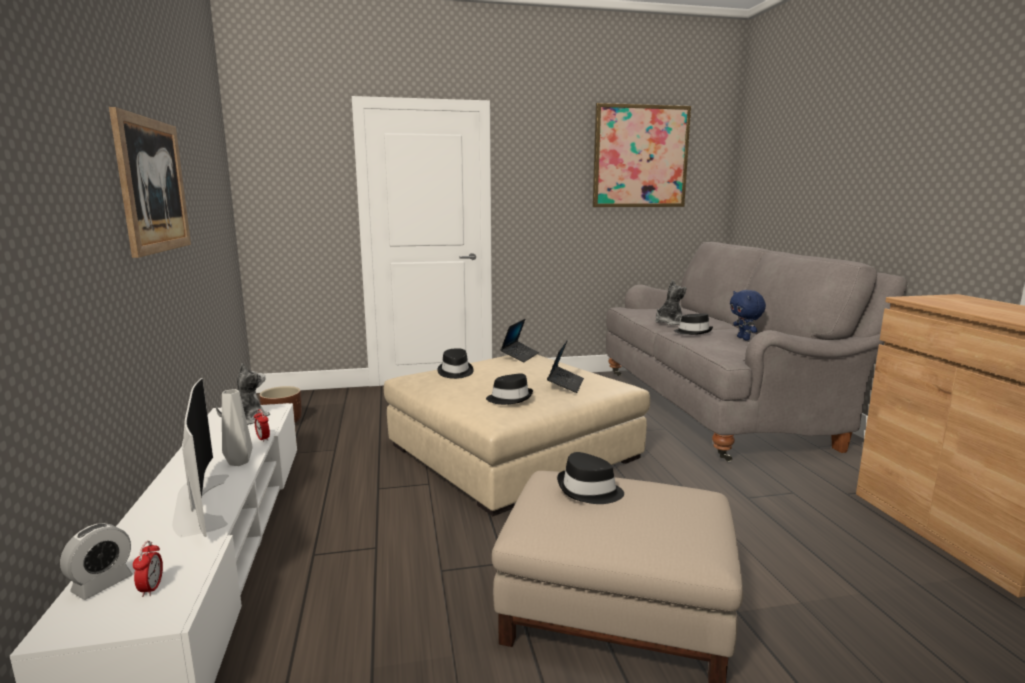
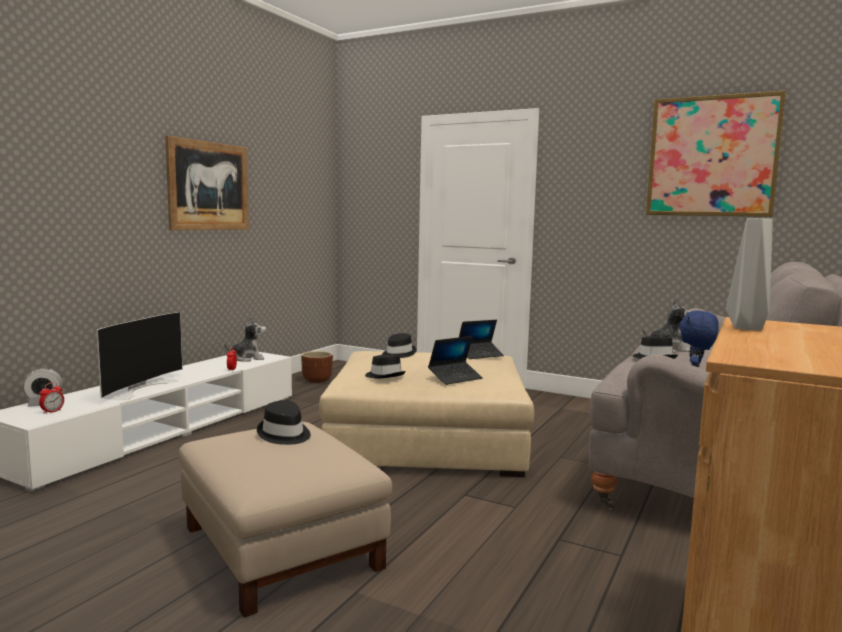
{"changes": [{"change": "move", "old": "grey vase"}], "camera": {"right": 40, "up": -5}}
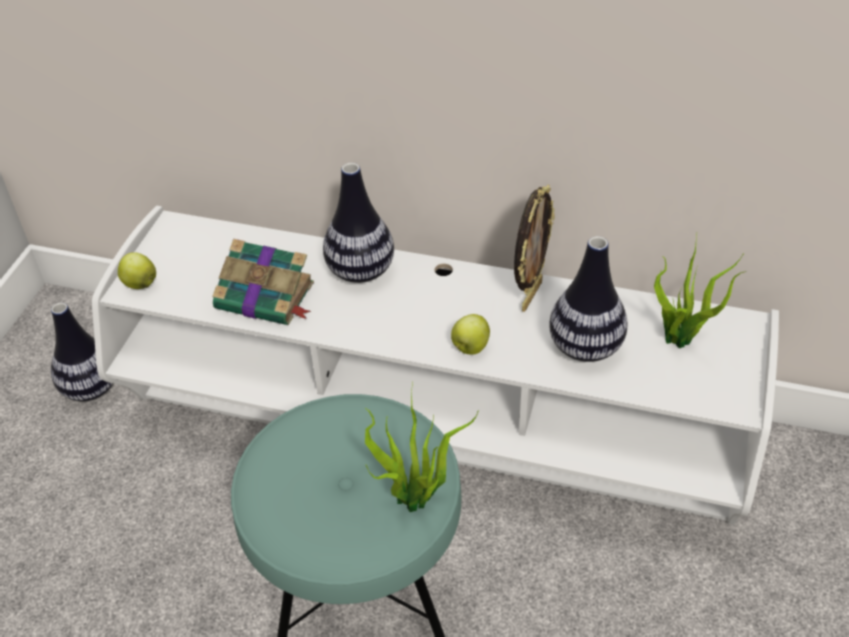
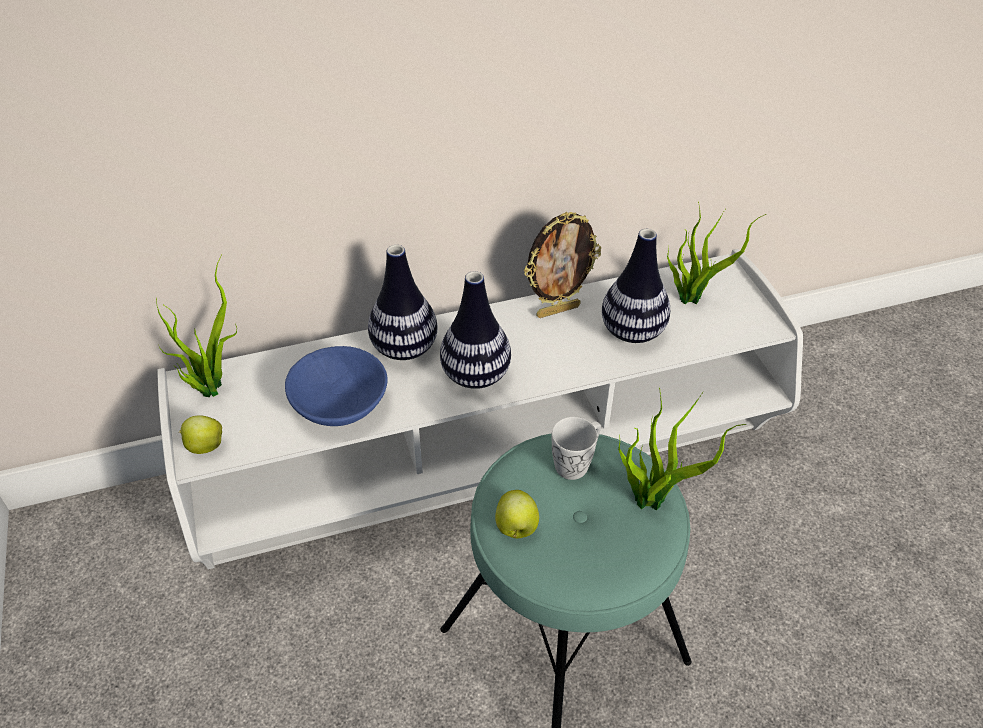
{"changes": [{"change": "insert", "new": "potted plant (1st from left)"}, {"change": "replace", "old": "book", "new": "blue bowl"}, {"change": "move", "old": "vase (1st from left in the first image)", "new": "vase (2nd from left)"}, {"change": "move", "old": "apple (2nd from left)"}, {"change": "rotate", "old": "picture frame", "degrees": 75}, {"change": "insert", "new": "white mug"}], "camera": {"right": -35, "up": 0}}
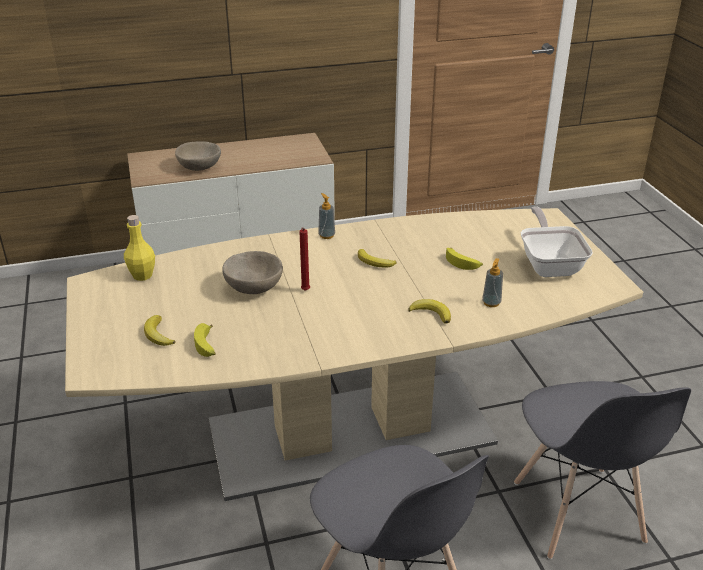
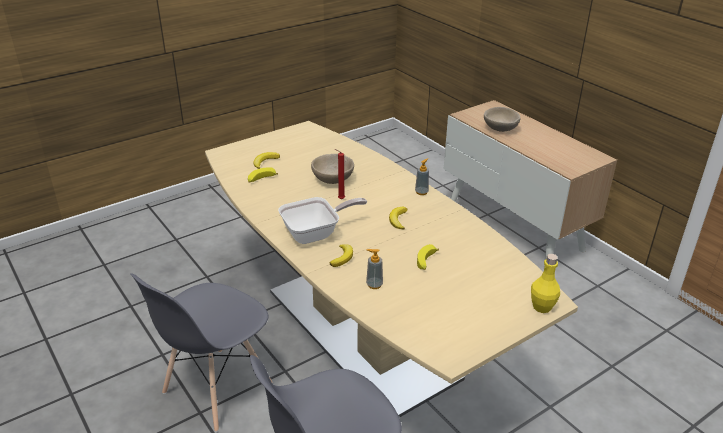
{"changes": [{"change": "move", "old": "frying pan"}, {"change": "move", "old": "yellow bottle"}], "camera": {"right": 70, "up": 0}}
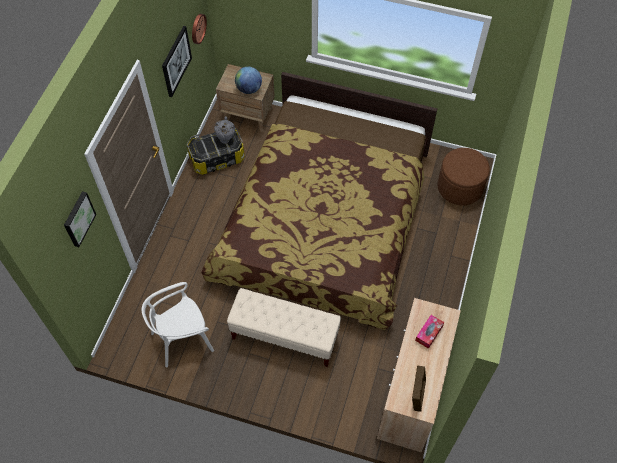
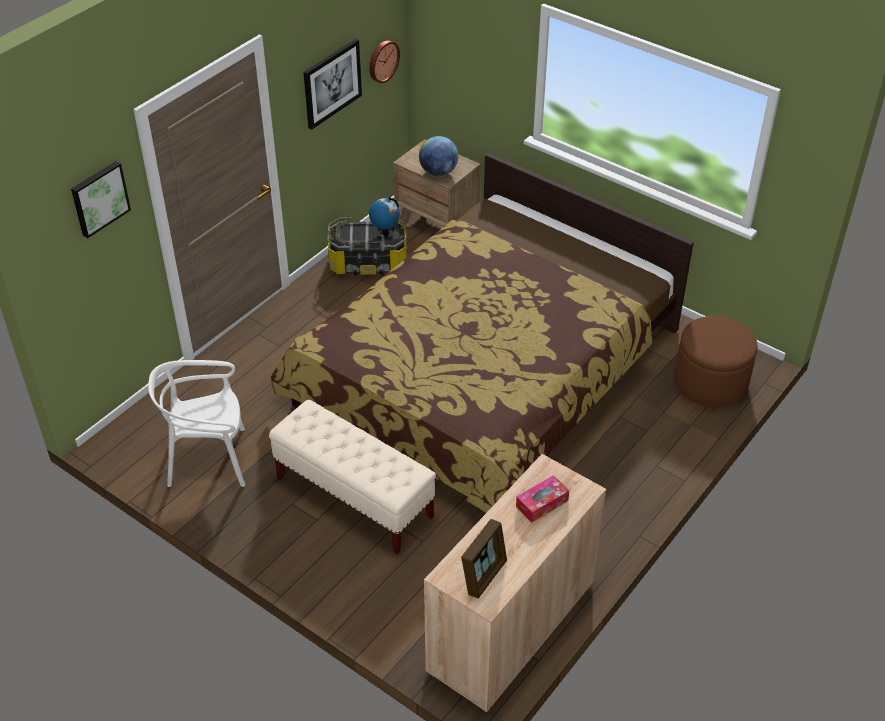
{"changes": [{"change": "replace", "old": "grey vase", "new": "globe (1st from left)"}], "camera": {"right": 20, "up": -15}}
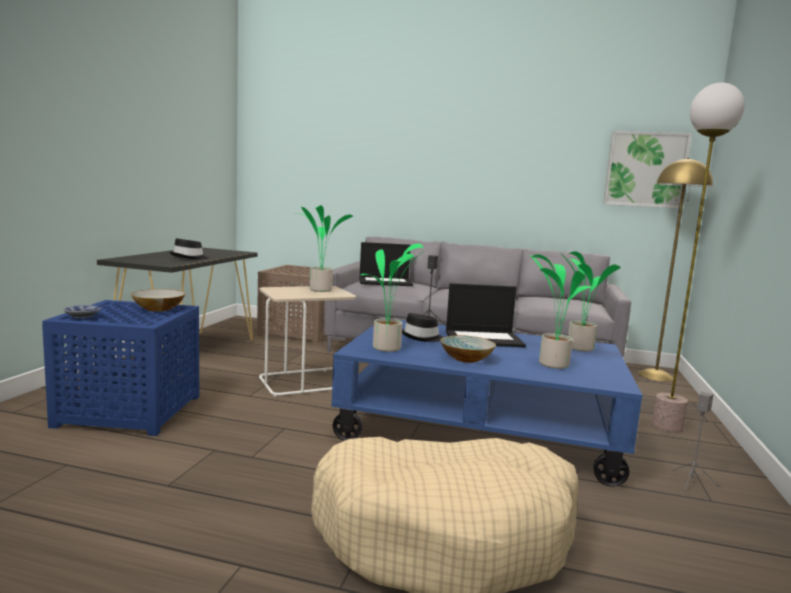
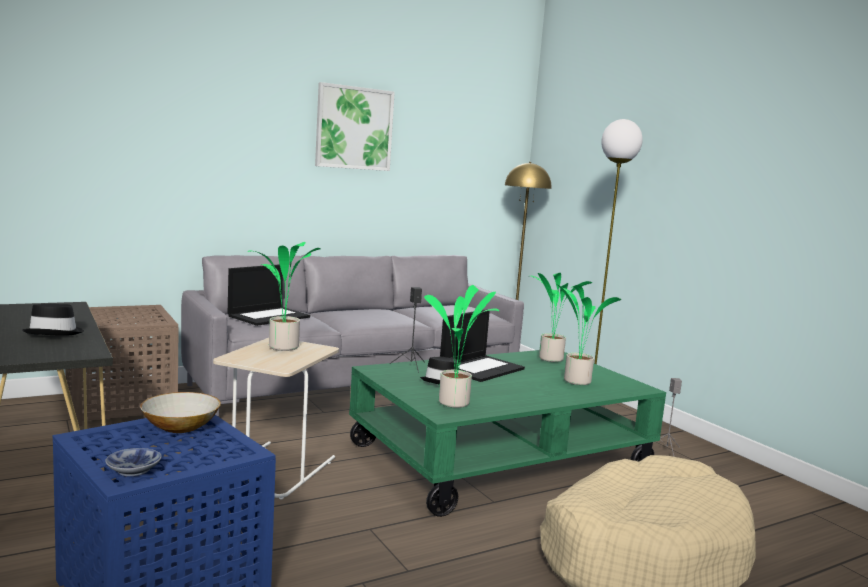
{"changes": [{"change": "move", "old": "picture"}, {"change": "recolor", "old": "blue coffee table", "new": "green coffee table"}, {"change": "delete", "old": "bowl (3rd from left)"}], "camera": {"right": -45, "up": 0}}
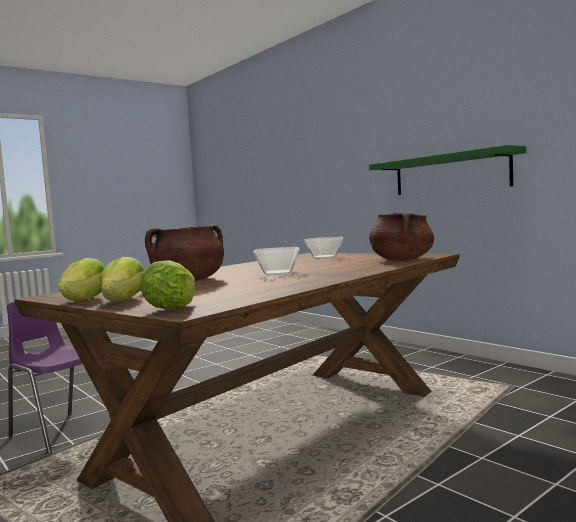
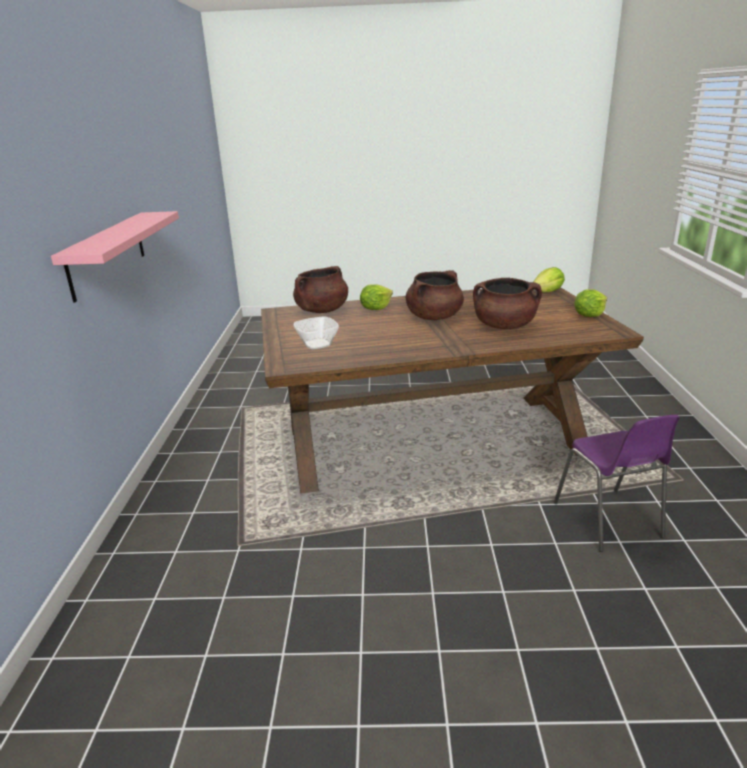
{"changes": [{"change": "recolor", "old": "green shelf", "new": "pink shelf"}, {"change": "move", "old": "lettuce (2nd from left in the first image)", "new": "lettuce (1st from left)"}, {"change": "replace", "old": "bowl (1st from left)", "new": "brown cooking pot (2nd from left)"}], "camera": {"right": -140, "up": 20}}
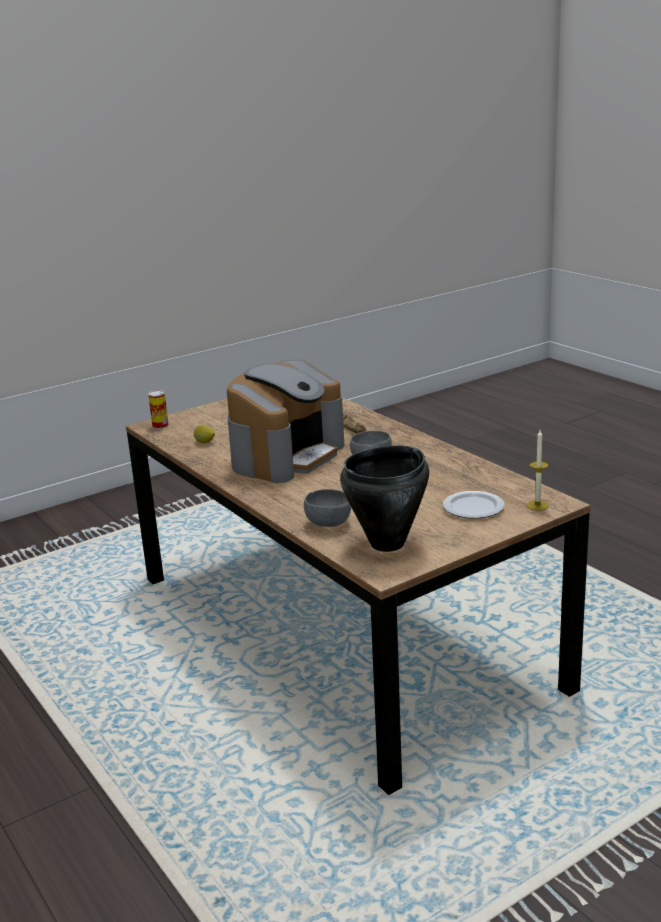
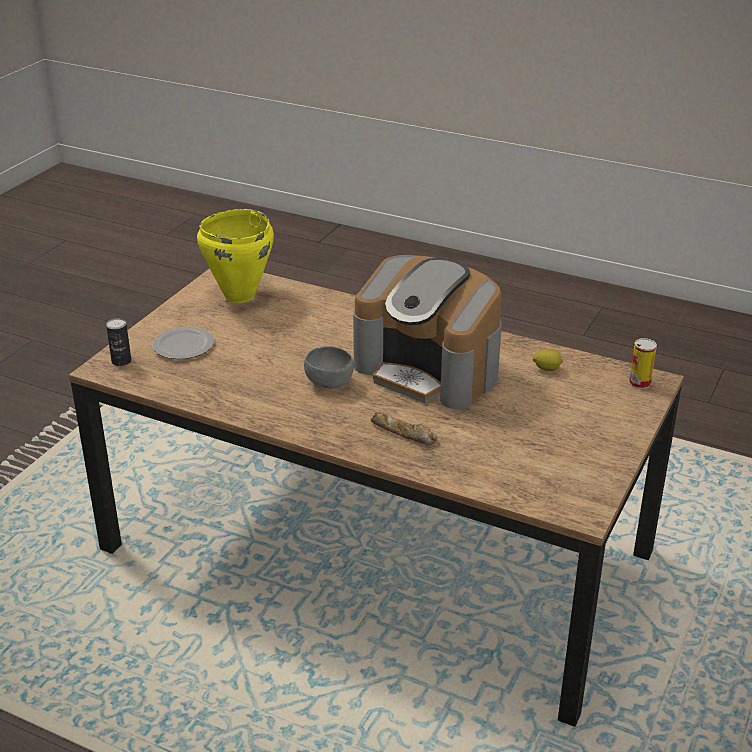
{"changes": [{"change": "replace", "old": "candle", "new": "can (1st from left)"}, {"change": "recolor", "old": "black cooking pot", "new": "yellow cooking pot"}, {"change": "rotate", "old": "coffee machine", "degrees": -60}, {"change": "delete", "old": "grey bowl (1st from left)"}], "camera": {"right": 150, "up": 10}}
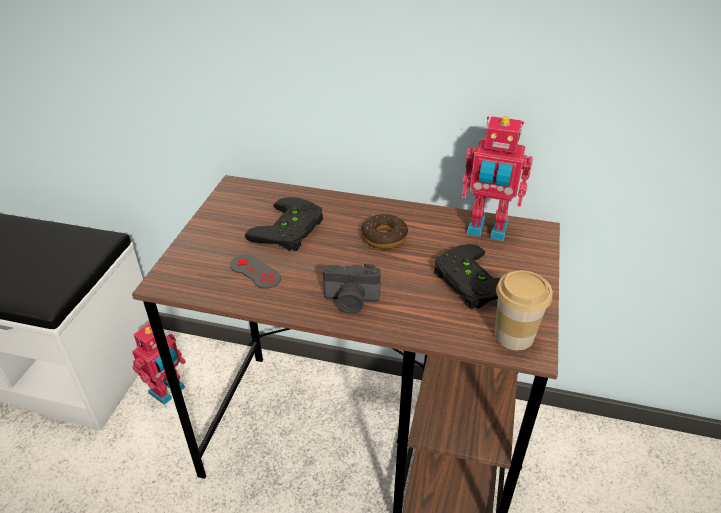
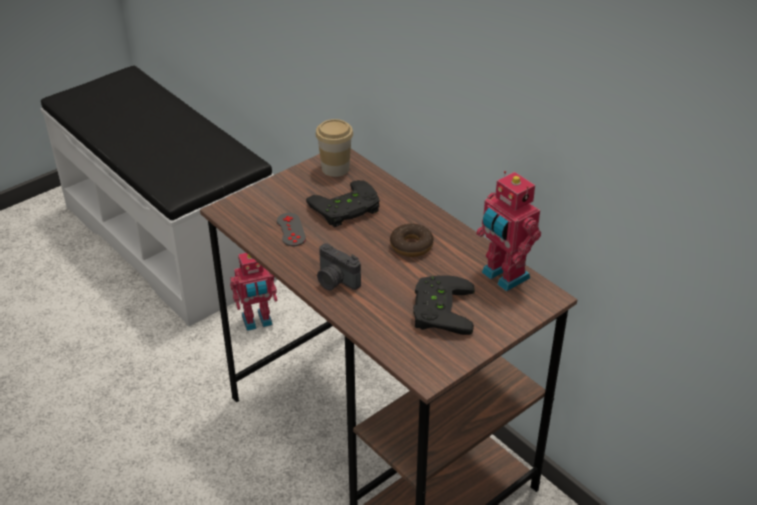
{"changes": [{"change": "move", "old": "cup"}], "camera": {"right": 35, "up": 0}}
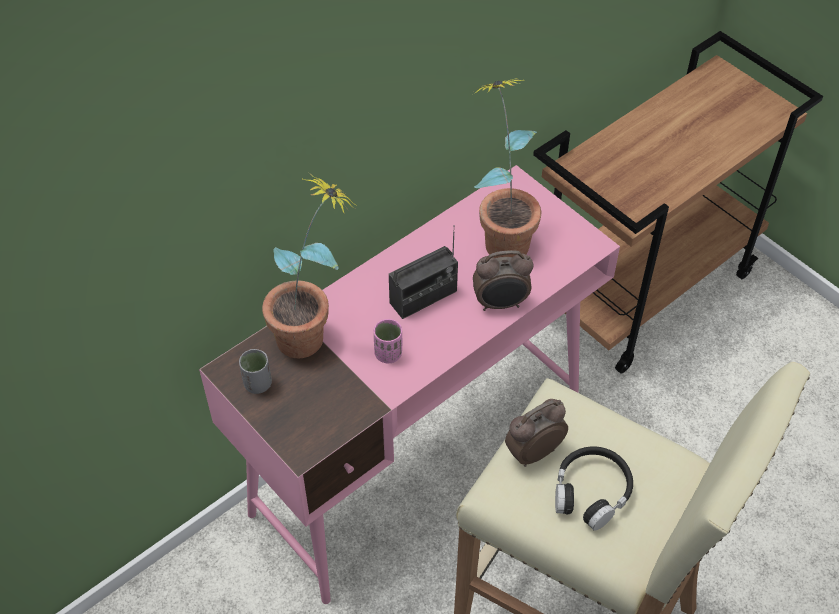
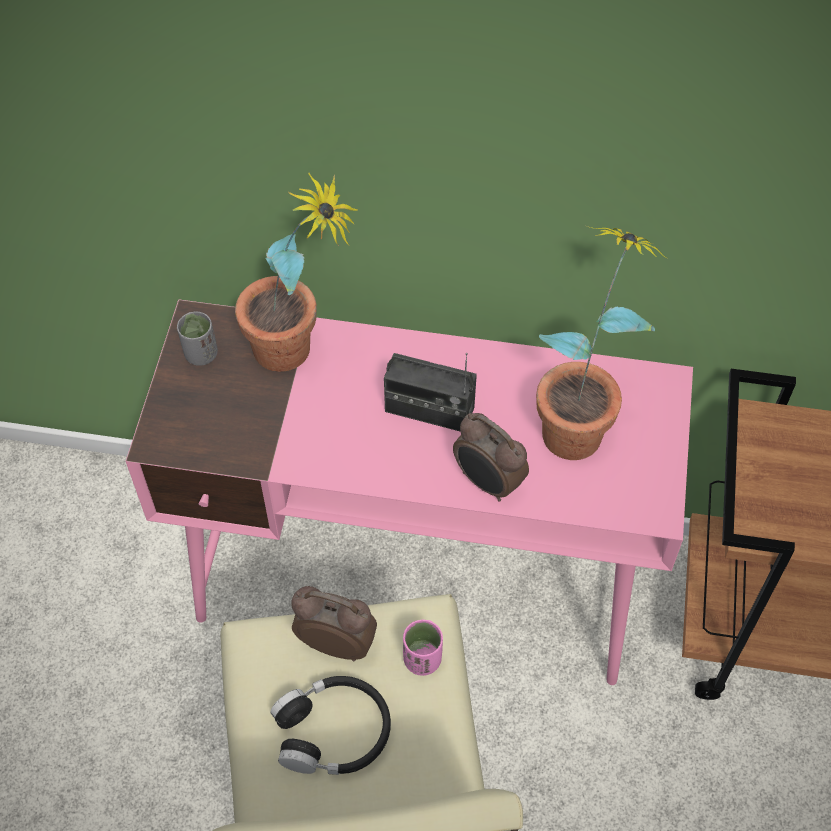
{"changes": [{"change": "move", "old": "pink cup"}], "camera": {"right": 50, "up": 5}}
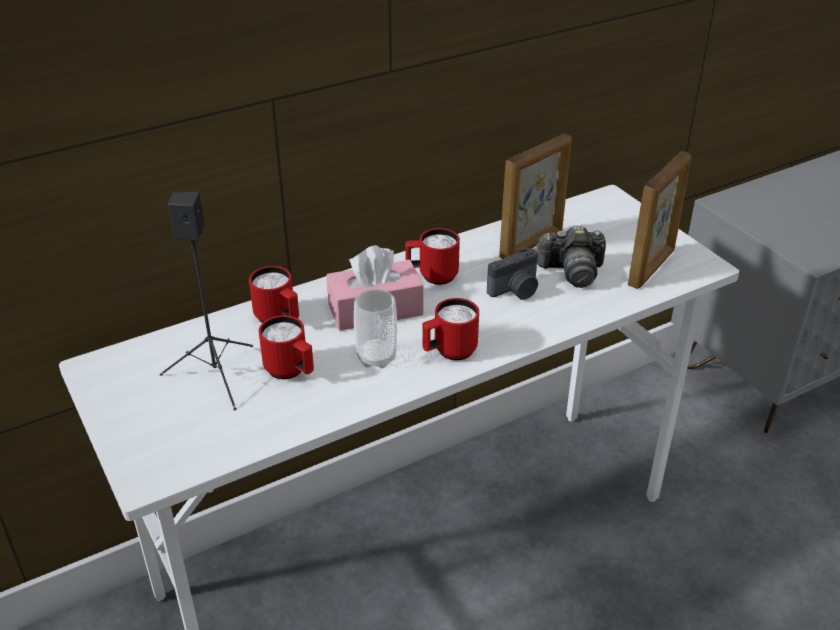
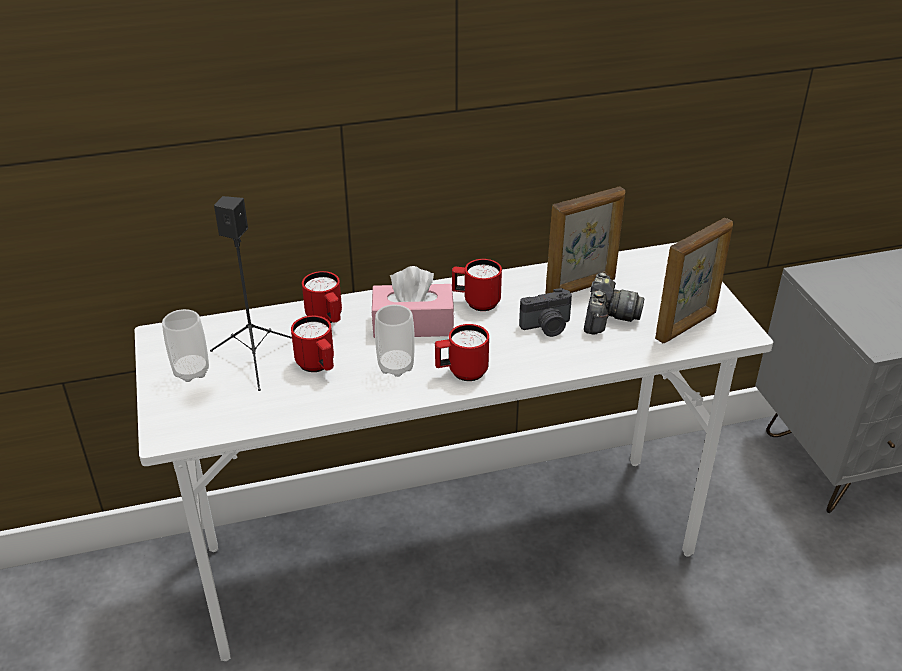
{"changes": [{"change": "insert", "new": "cup (1st from left)"}, {"change": "rotate", "old": "photo camera (2nd from left)", "degrees": -90}], "camera": {"right": 15, "up": 0}}
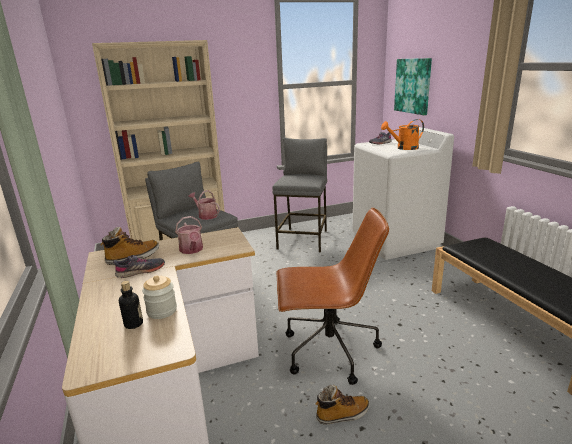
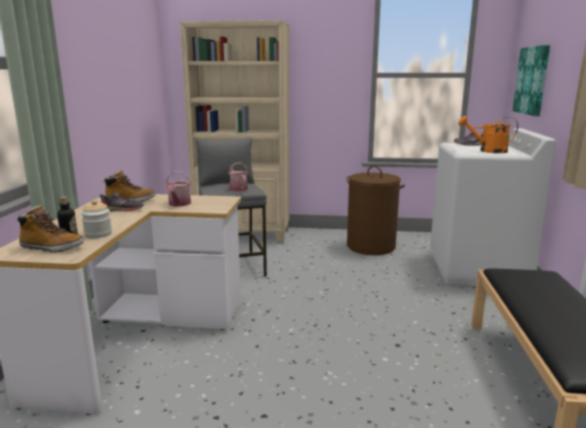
{"changes": [{"change": "move", "old": "boot (2nd from left in the first image)", "new": "boot (1st from left)"}, {"change": "replace", "old": "grey stool (2nd from left)", "new": "brown laundry basket"}, {"change": "delete", "old": "brown office chair"}], "camera": {"right": 25, "up": -5}}
